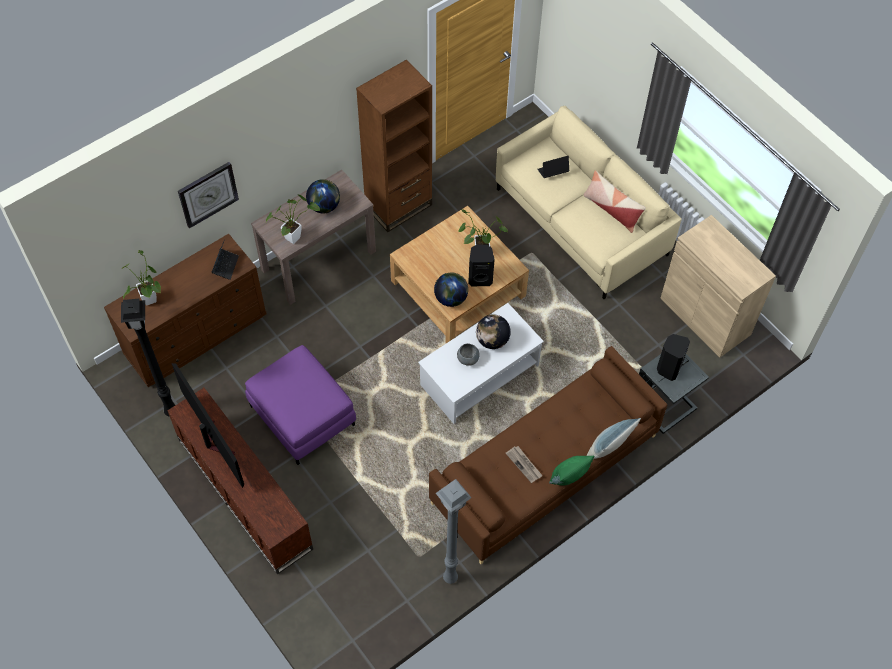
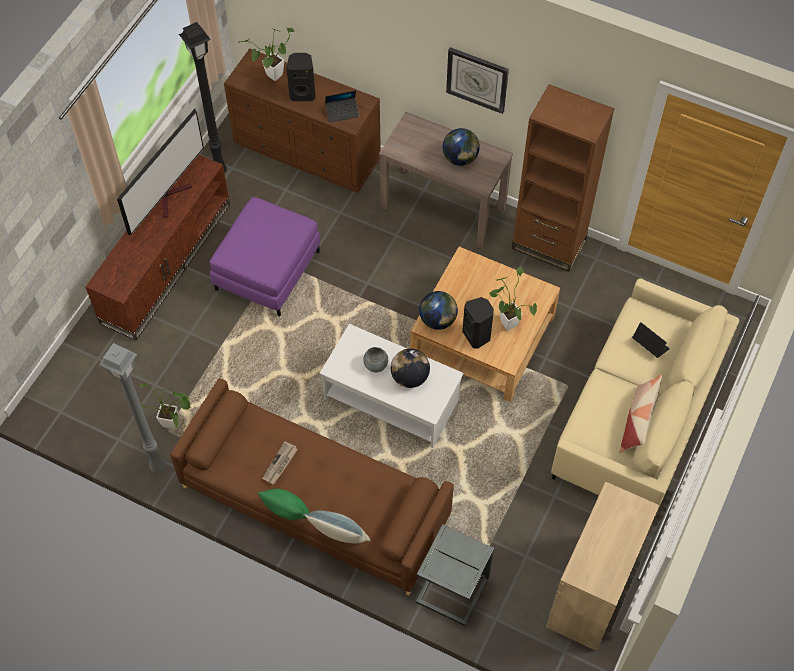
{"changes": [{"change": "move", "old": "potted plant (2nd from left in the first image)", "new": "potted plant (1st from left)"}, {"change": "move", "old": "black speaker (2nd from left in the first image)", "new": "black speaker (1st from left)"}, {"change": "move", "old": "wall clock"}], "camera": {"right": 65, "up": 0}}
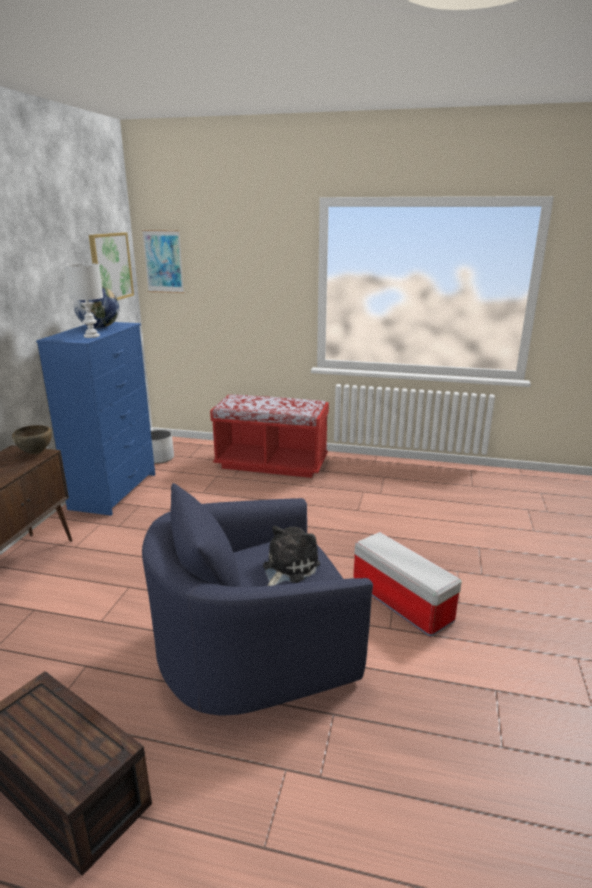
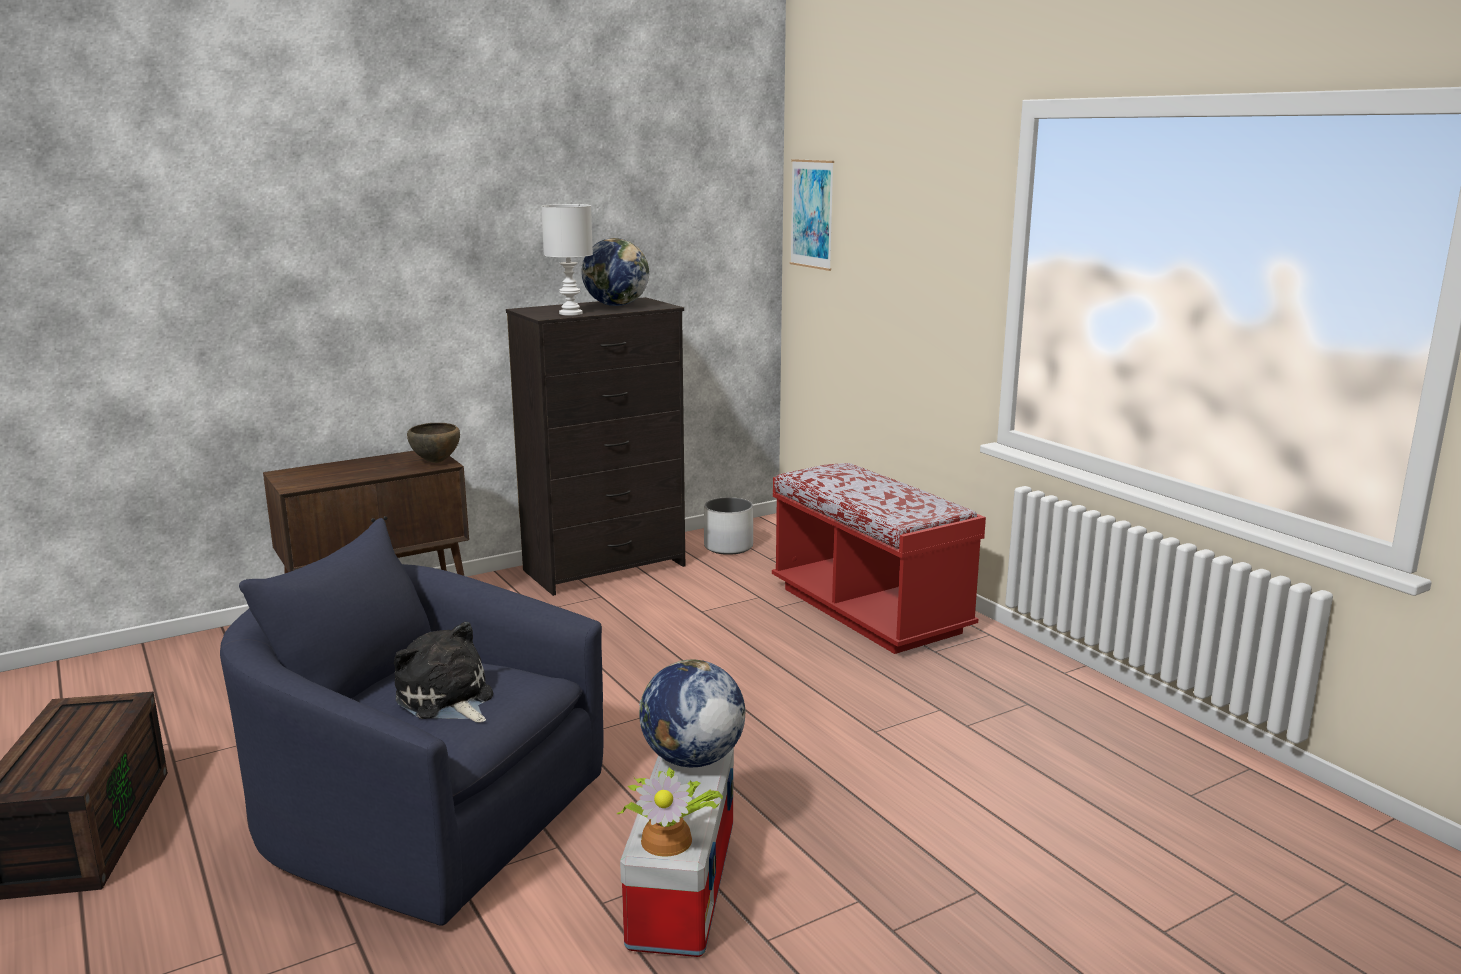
{"changes": [{"change": "rotate", "old": "plush toy", "degrees": -120}, {"change": "recolor", "old": "blue dresser", "new": "black dresser"}, {"change": "insert", "new": "potted plant"}, {"change": "insert", "new": "globe (2nd from left)"}, {"change": "delete", "old": "picture (1st from left)"}], "camera": {"right": 45, "up": -5}}
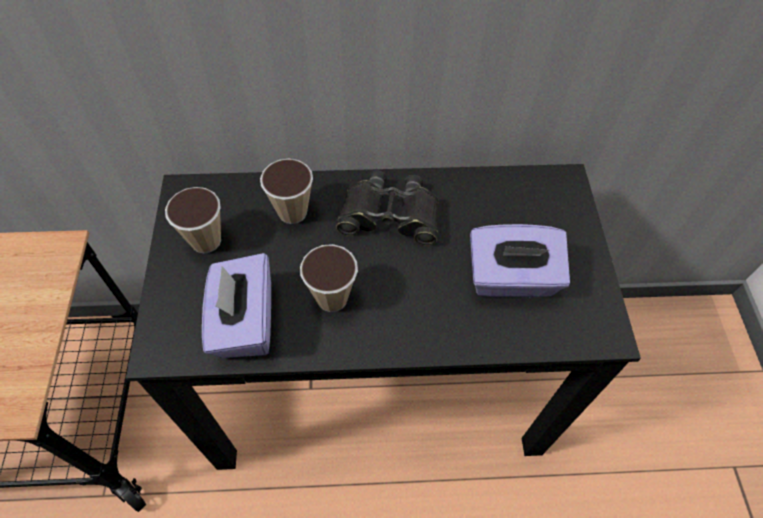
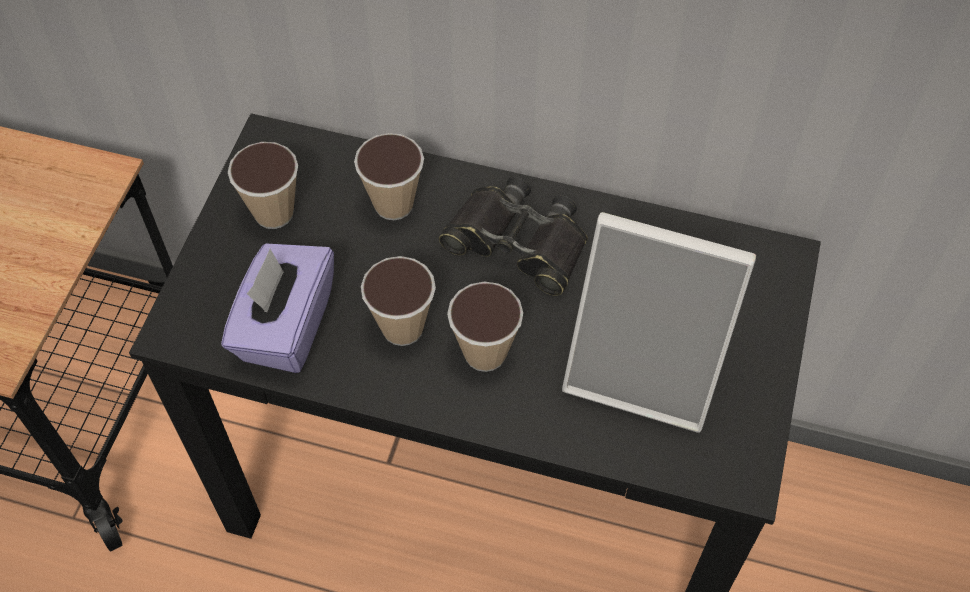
{"changes": [{"change": "insert", "new": "cup (4th from left)"}, {"change": "replace", "old": "purple tissue box (2nd from left)", "new": "picture frame"}], "camera": {"right": 20, "up": 0}}
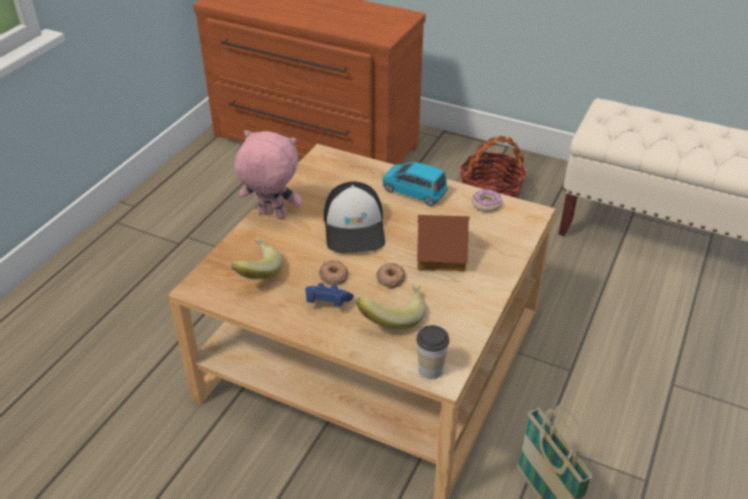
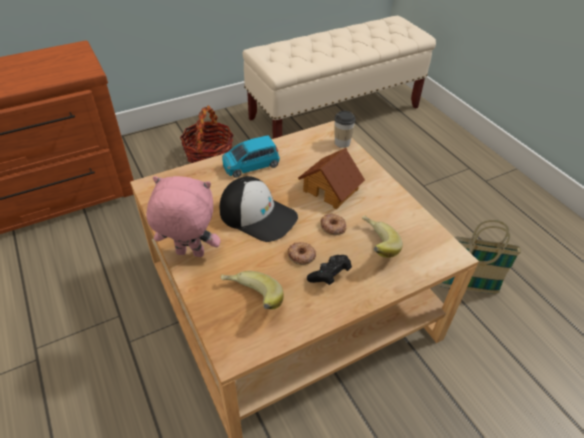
{"changes": [{"change": "rotate", "old": "pink plush toy", "degrees": 45}, {"change": "recolor", "old": "blue game controller", "new": "black game controller"}, {"change": "move", "old": "cup"}, {"change": "delete", "old": "donut (3rd from left)"}], "camera": {"right": -55, "up": 5}}
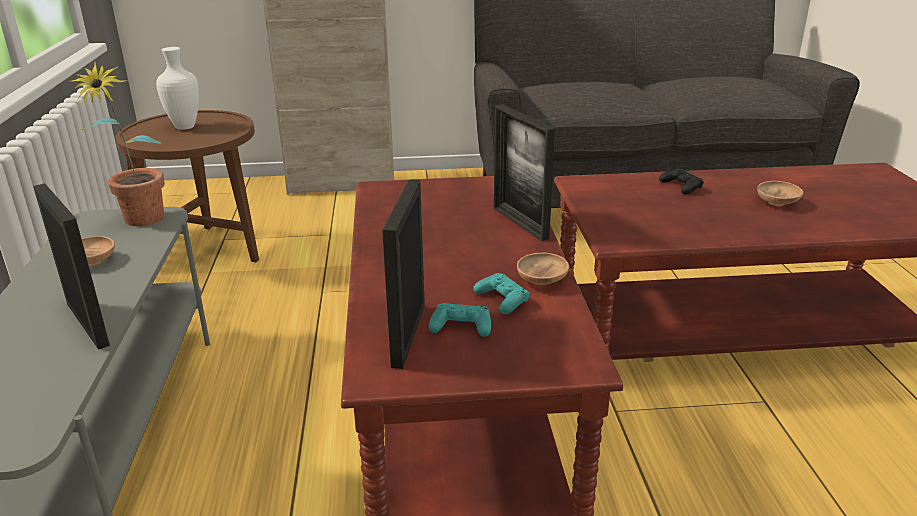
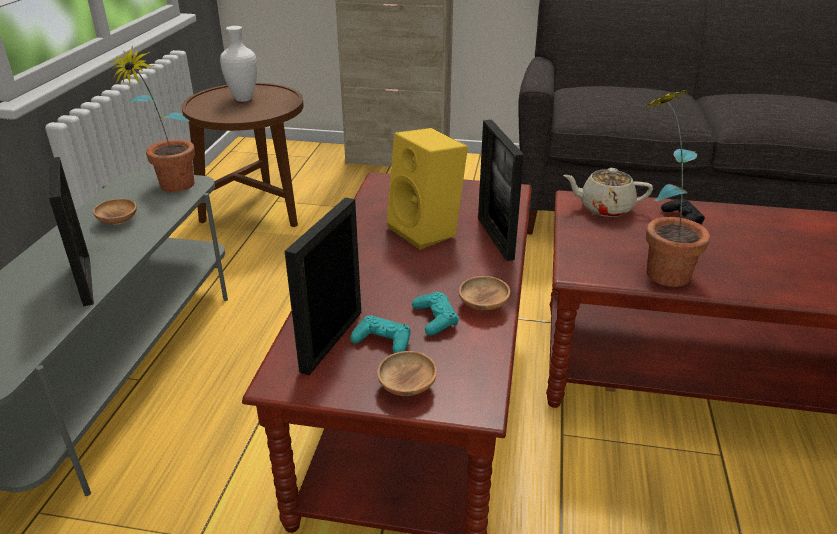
{"changes": [{"change": "move", "old": "brown bowl (3rd from left in the first image)", "new": "brown bowl (2nd from left)"}, {"change": "insert", "new": "yellow speaker"}, {"change": "insert", "new": "beige teapot"}, {"change": "insert", "new": "potted plant (2nd from left)"}], "camera": {"right": 15, "up": 5}}
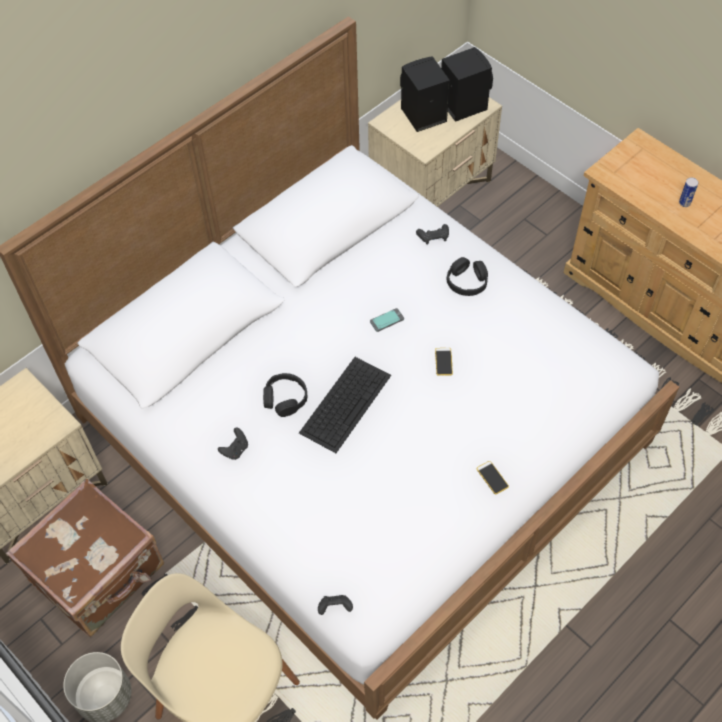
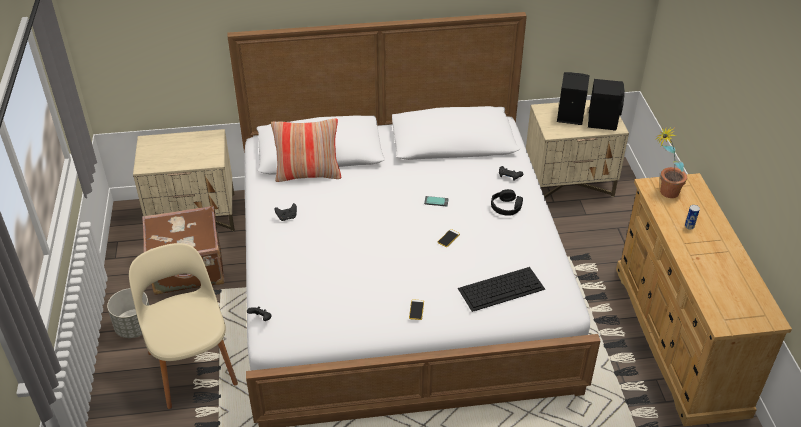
{"changes": [{"change": "insert", "new": "pillow"}, {"change": "move", "old": "keyboard"}, {"change": "insert", "new": "potted plant"}, {"change": "delete", "old": "black headphones (1st from left)"}], "camera": {"right": 35, "up": -15}}
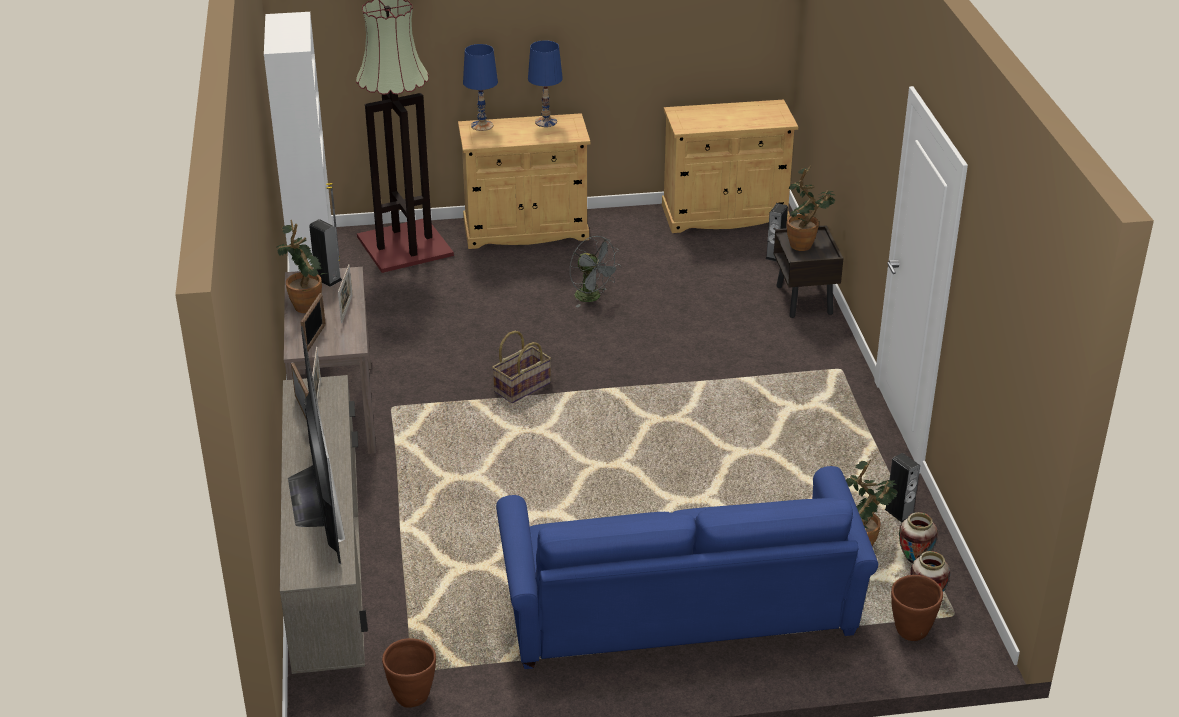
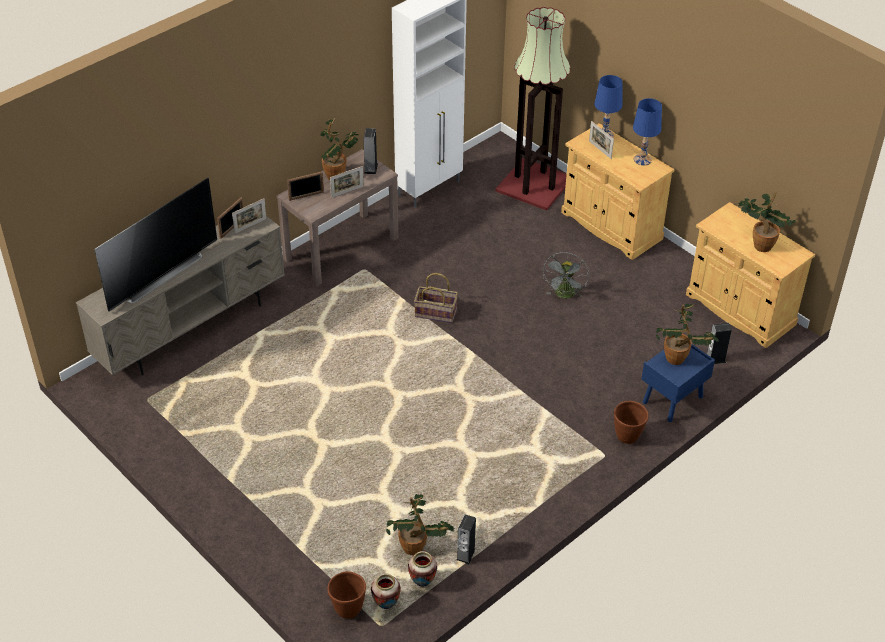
{"changes": [{"change": "insert", "new": "picture frame (5th from left)"}, {"change": "move", "old": "brown planter (1st from left in the first image)", "new": "brown planter (2nd from left)"}, {"change": "recolor", "old": "brown nightstand", "new": "blue nightstand"}, {"change": "insert", "new": "potted plant (4th from left)"}, {"change": "delete", "old": "blue sofa"}], "camera": {"right": 55, "up": 10}}
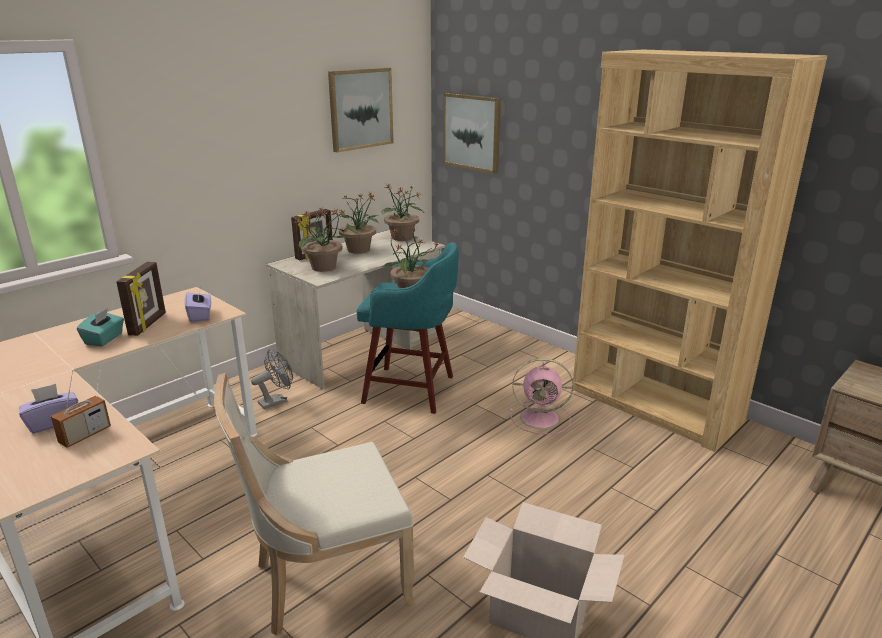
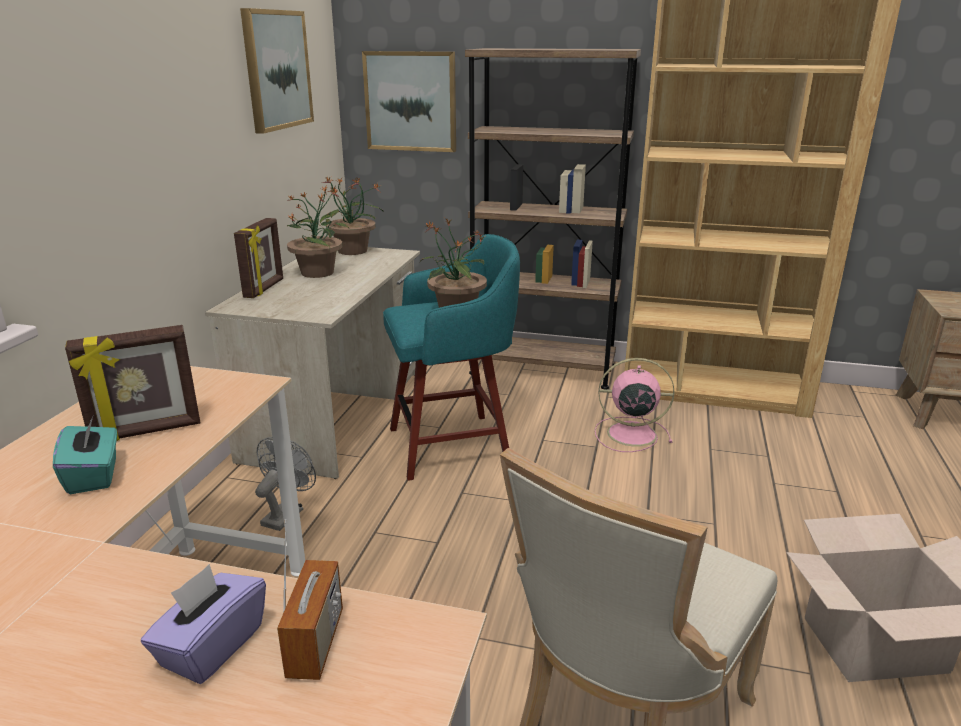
{"changes": [{"change": "rotate", "old": "picture frame (1st from left)", "degrees": 90}, {"change": "insert", "new": "brown bookcase (1st from left)"}, {"change": "rotate", "old": "pink fan", "degrees": -150}, {"change": "delete", "old": "purple tissue box (2nd from left)"}, {"change": "delete", "old": "potted plant (1st from left)"}], "camera": {"right": -30, "up": 0}}
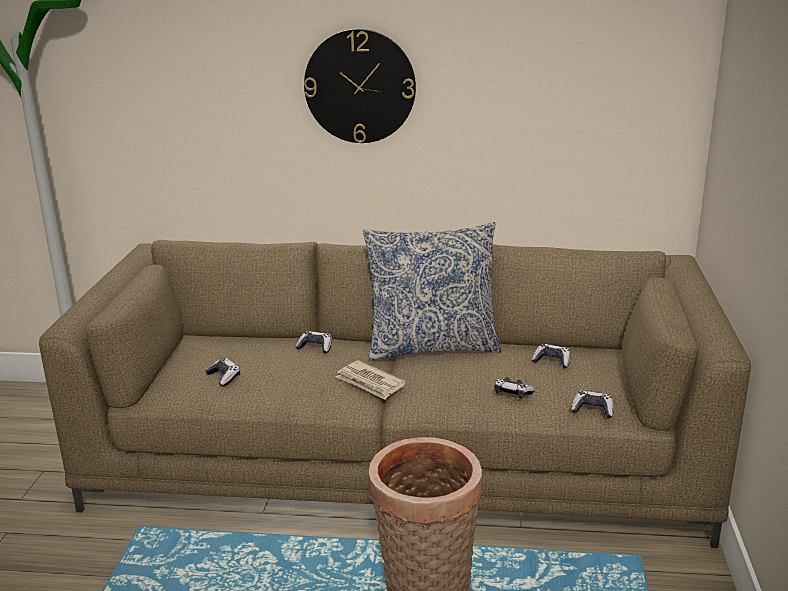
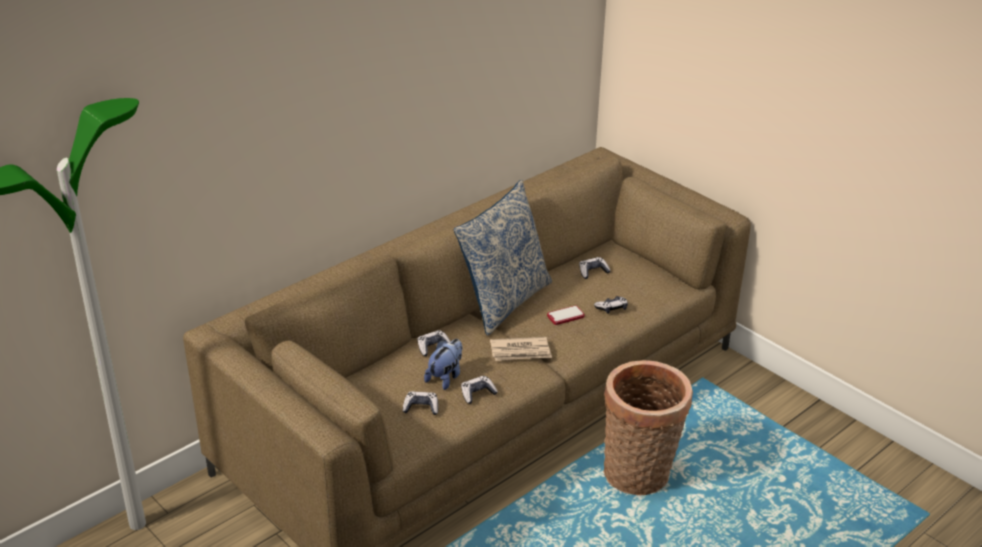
{"changes": [{"change": "insert", "new": "plush toy"}, {"change": "move", "old": "game controller (5th from left in the first image)", "new": "game controller (3rd from left)"}, {"change": "insert", "new": "phone"}, {"change": "delete", "old": "wall clock"}], "camera": {"right": -50, "up": 10}}
